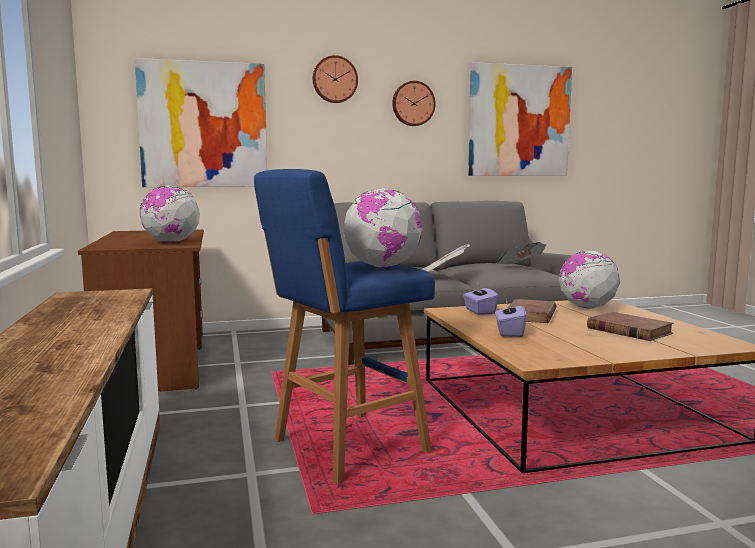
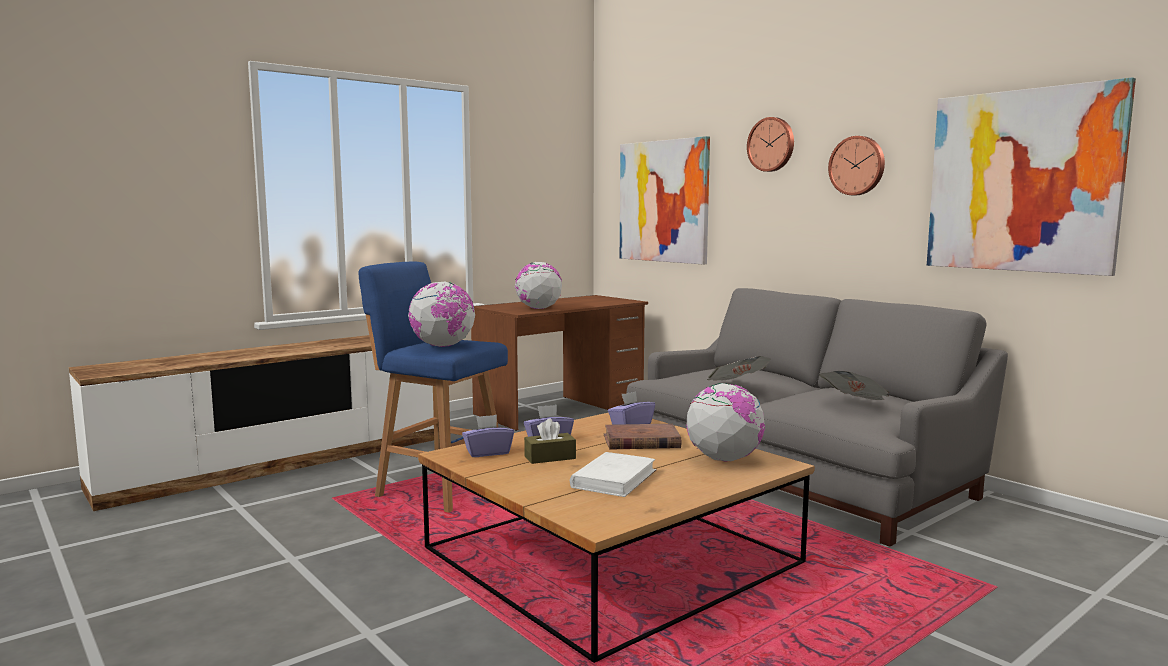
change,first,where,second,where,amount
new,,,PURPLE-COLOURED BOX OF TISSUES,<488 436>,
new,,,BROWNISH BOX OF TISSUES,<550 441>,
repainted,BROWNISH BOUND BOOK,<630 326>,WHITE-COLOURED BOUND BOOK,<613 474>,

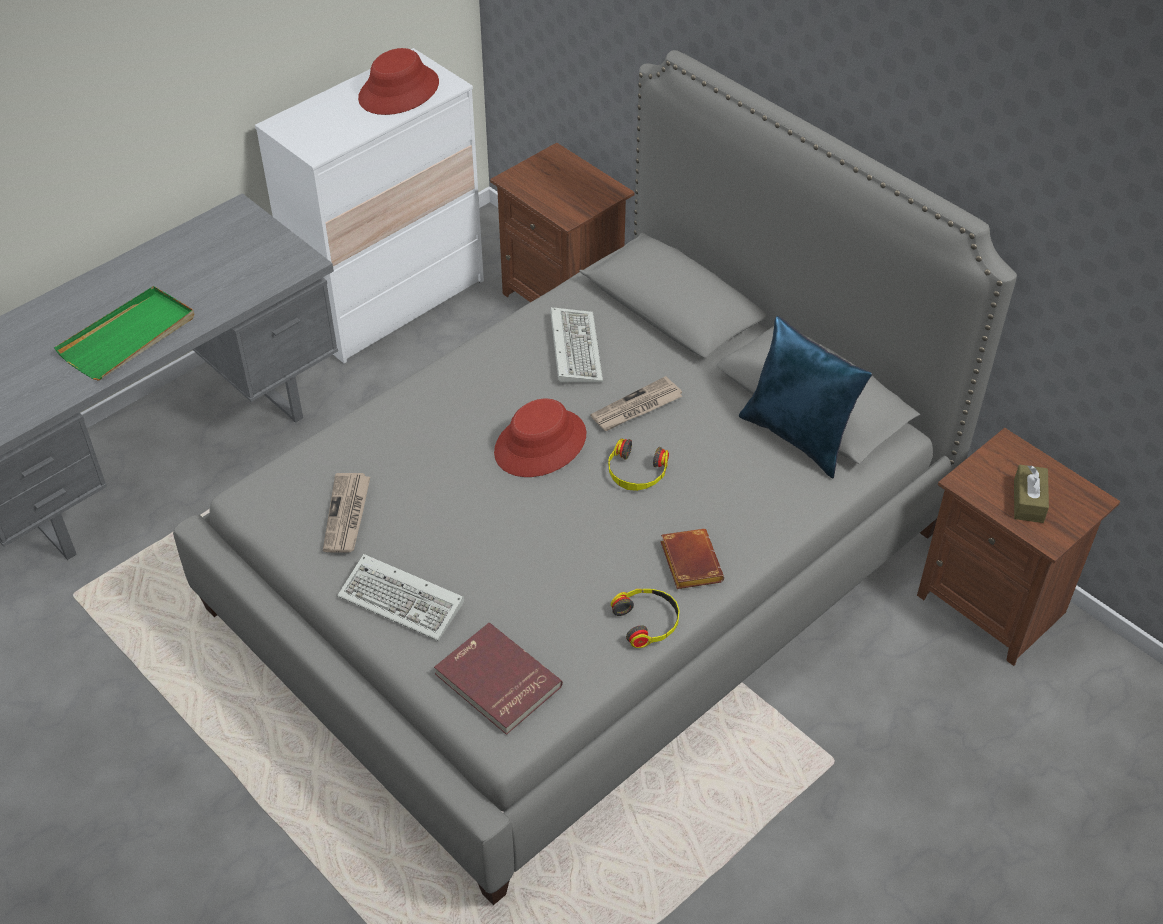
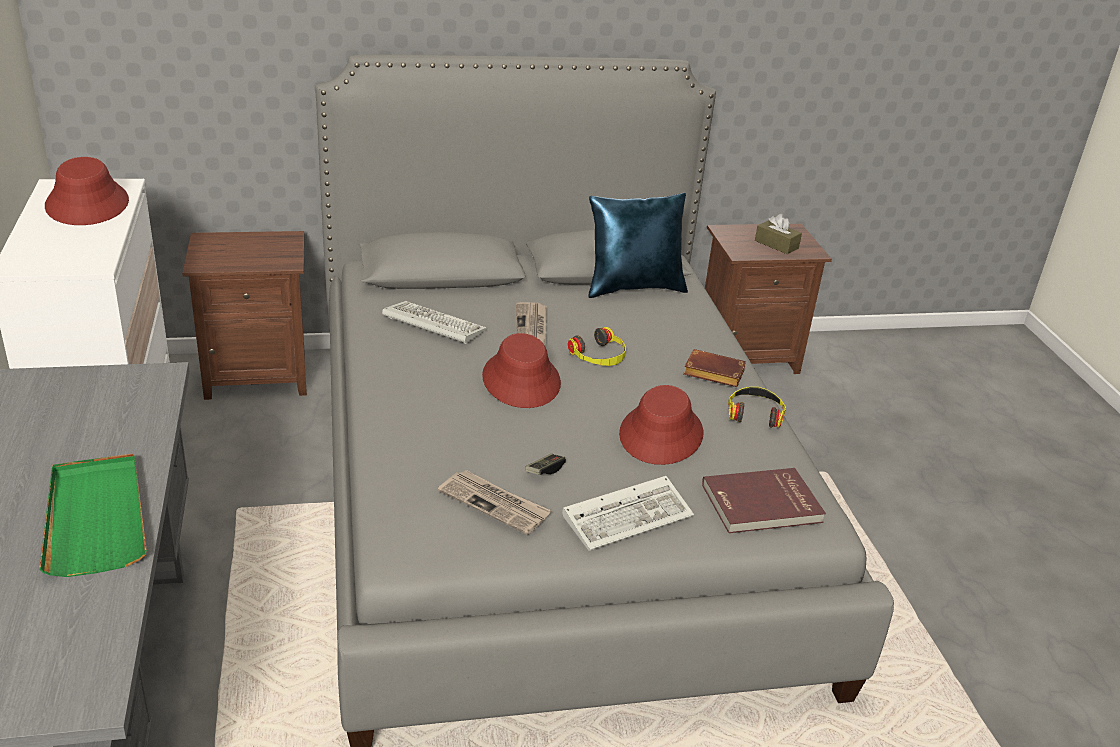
change,first,where,second,where,amount
new,,,JOYPAD,<545 464>,
new,,,RED HAT,<661 425>,

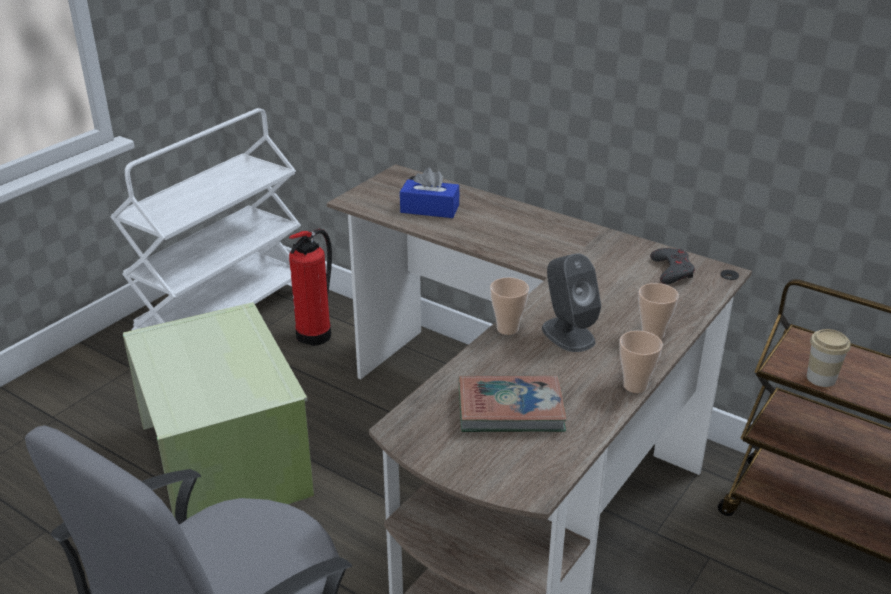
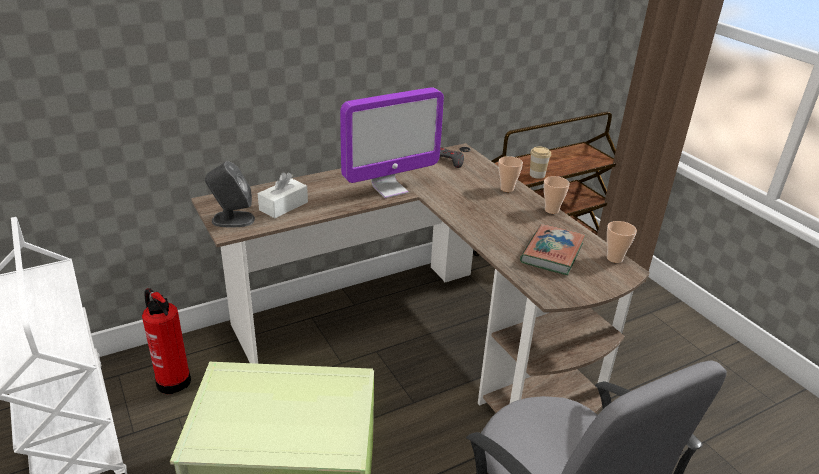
change,first,where,second,where,amount
new,,,COMPUTER SCREEN,<392 142>,
shifted,SMALL CUP,<509 306>,,<622 242>,
shifted,GREYISH AUDIO SPEAKER,<571 302>,,<230 194>,
repainted,BLUISH BOX OF TISSUES,<429 192>,WHITE-COLOURED BOX OF TISSUES,<283 195>,

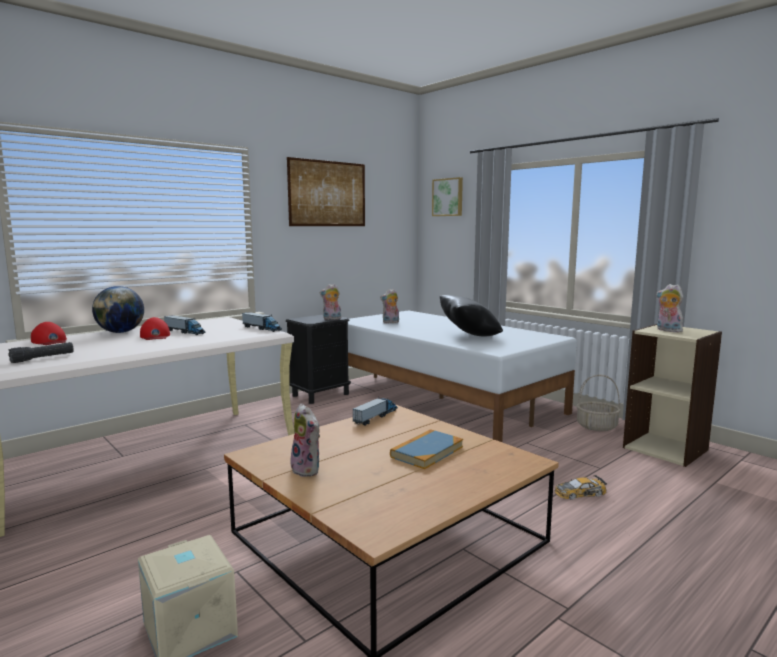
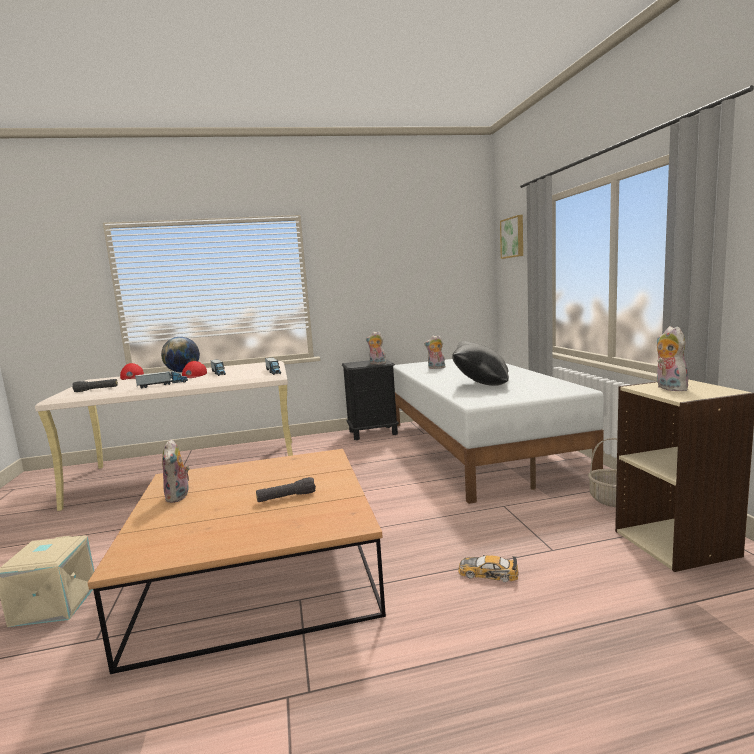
change,first,where,second,where,amount
gone,PICTURE,<326 191>,,,
shifted,MODEL TRUCK,<375 411>,,<161 379>,
swapped,BOUND BOOK,<426 449>,BLACK HAND TORCH,<286 489>,

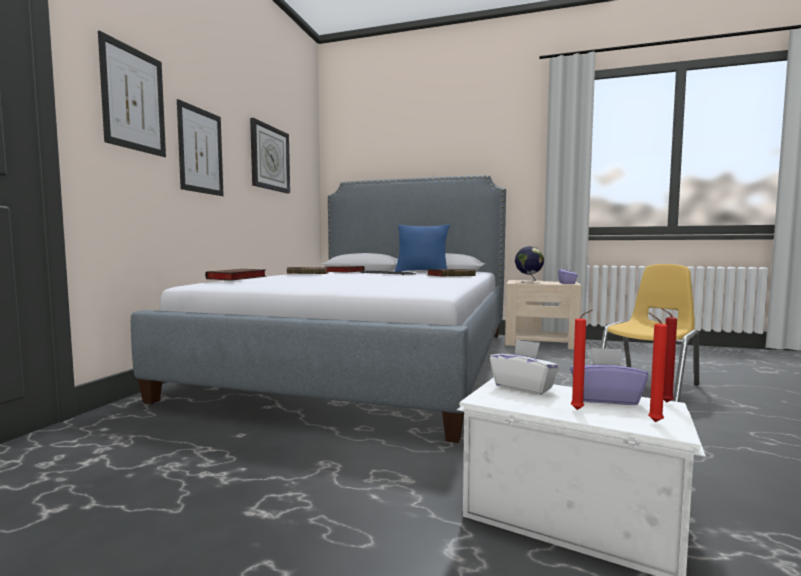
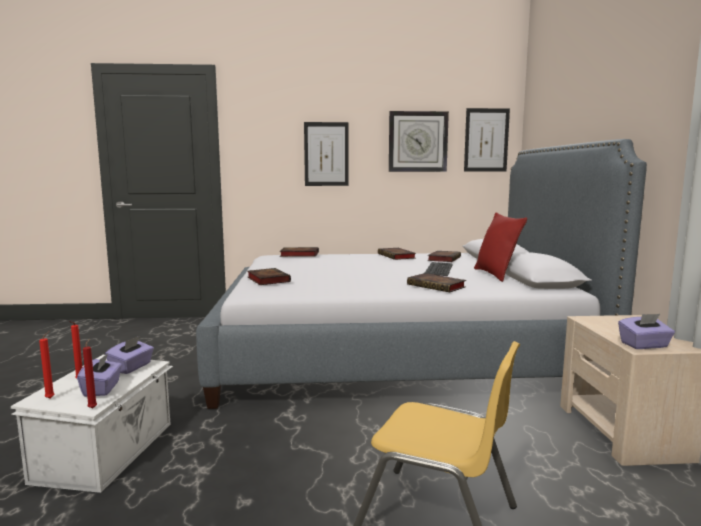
change,first,where,second,where,amount
gone,WORLD GLOBE,<529 264>,,,
new,,,BOUND BOOK,<269 276>,
shifted,PICTURE,<132 94>,,<487 140>,
repainted,BLUISH THROW PILLOW,<422 248>,RED THROW PILLOW,<500 247>,
repainted,WHITE-COLOURED BOX OF TISSUES,<524 367>,PURPLE-COLOURED BOX OF TISSUES,<129 355>,

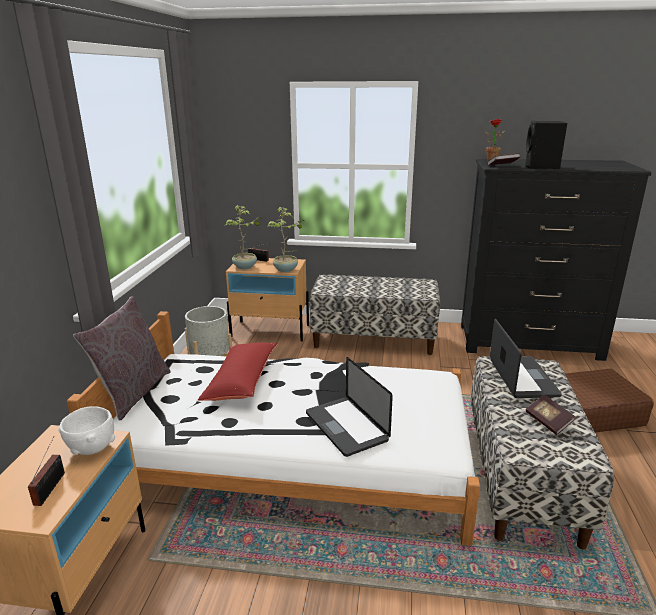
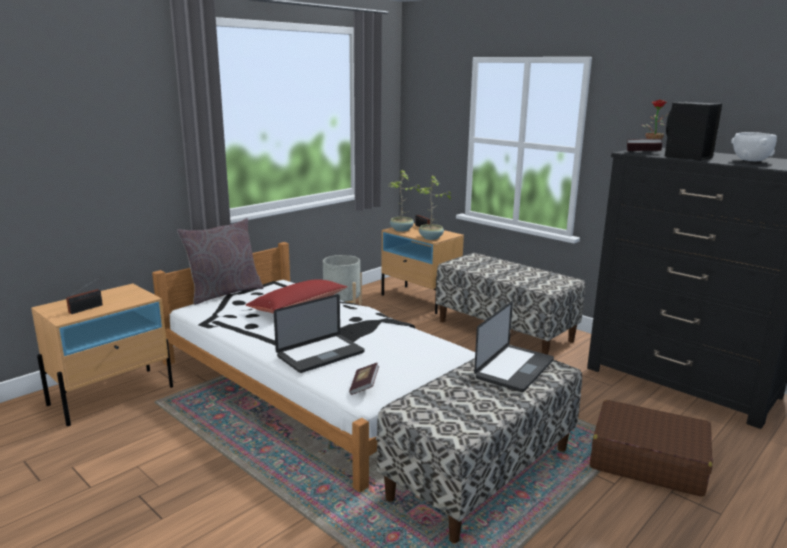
change,first,where,second,where,amount
shifted,WHITE-COLOURED DEEP DISH,<86 430>,,<754 146>,
shifted,BOUND BOOK,<550 415>,,<364 379>,
rotated,NOTEBOOK COMPUTER,<349 407>,,<319 333>,135 degrees counterclockwise

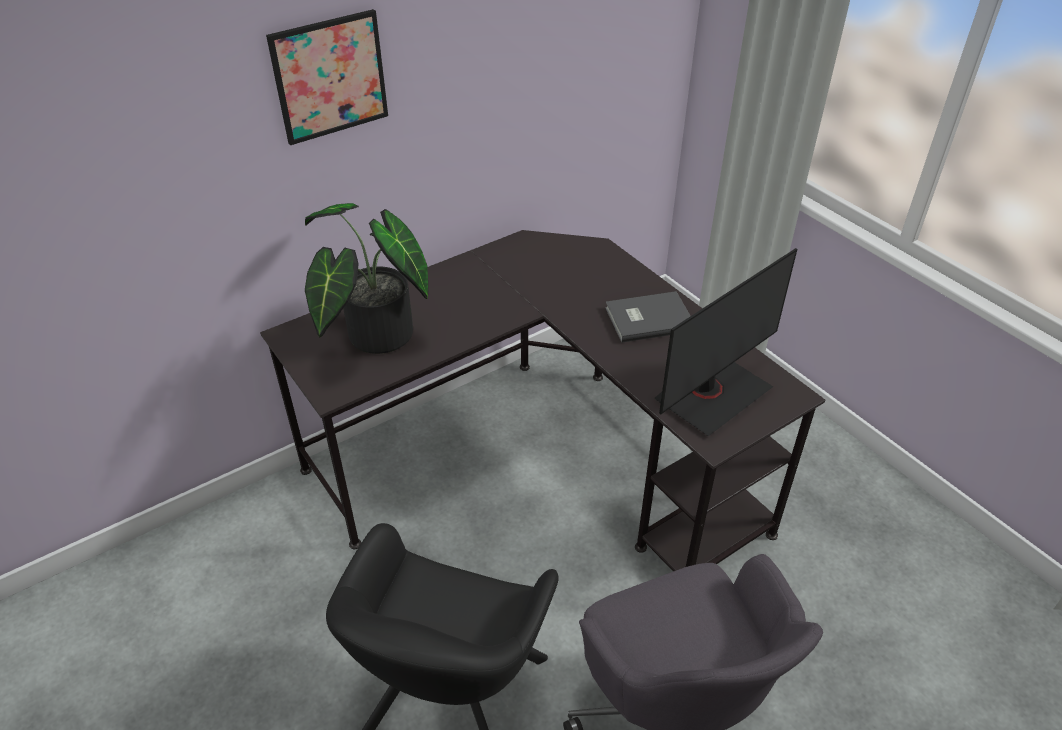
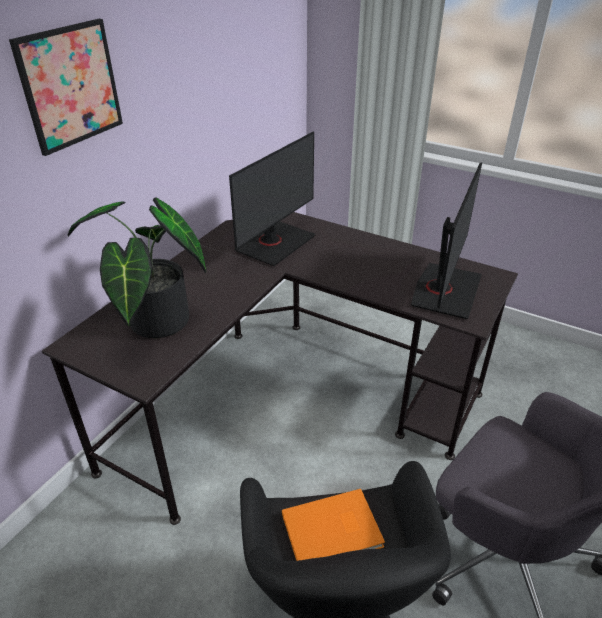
change,first,where,second,where,amount
gone,GREYISH BOUND BOOK,<647 317>,,,
new,,,COMPUTER SCREEN,<272 199>,
new,,,ORANGEY BOUND BOOK,<333 525>,

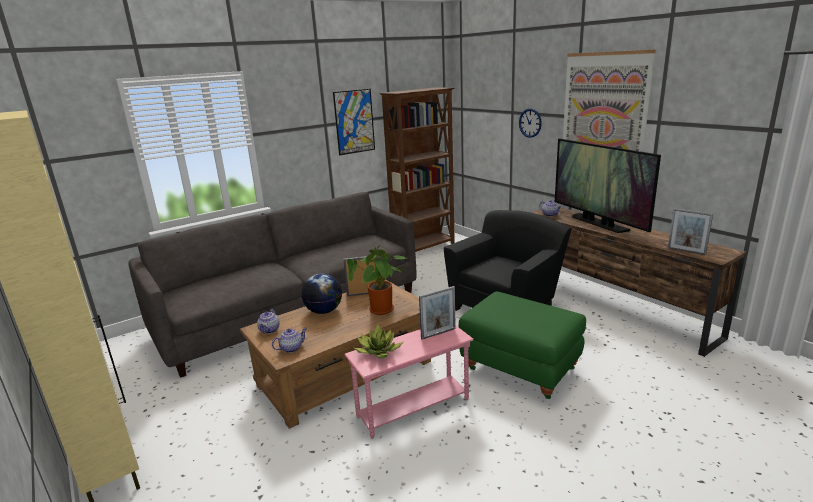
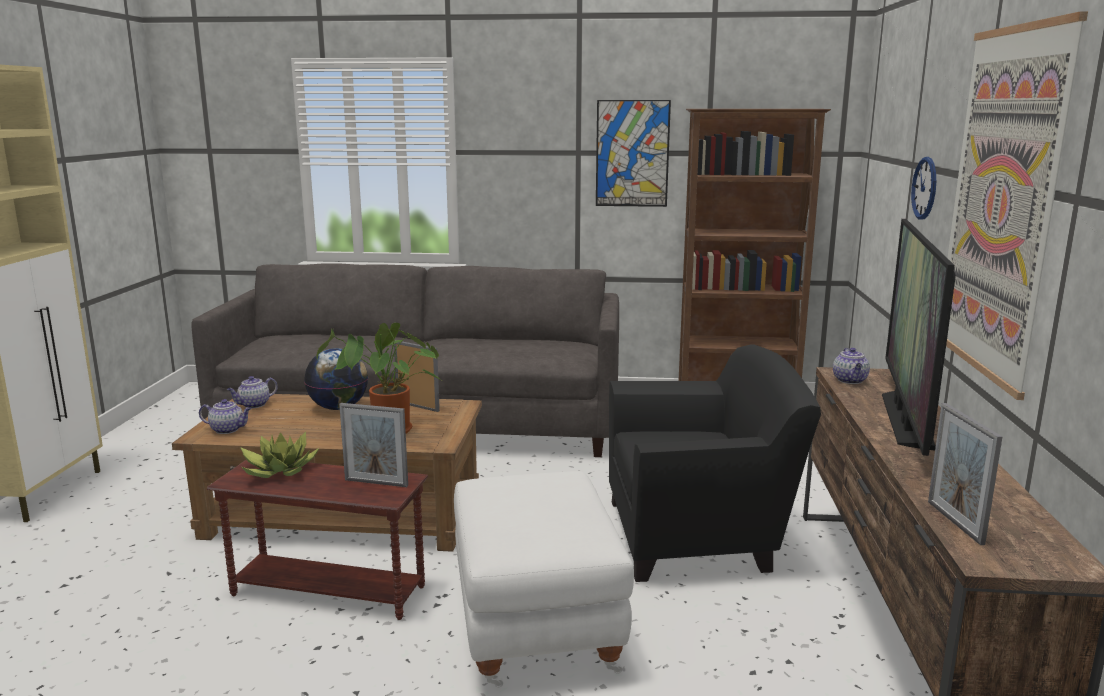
change,first,where,second,where,amount
repainted,PINKISH ACCENT TABLE,<409 382>,BROWNISH ACCENT TABLE,<317 540>,
repainted,GREEN-COLOURED OTTOMAN,<522 345>,WHITE-COLOURED OTTOMAN,<544 579>,

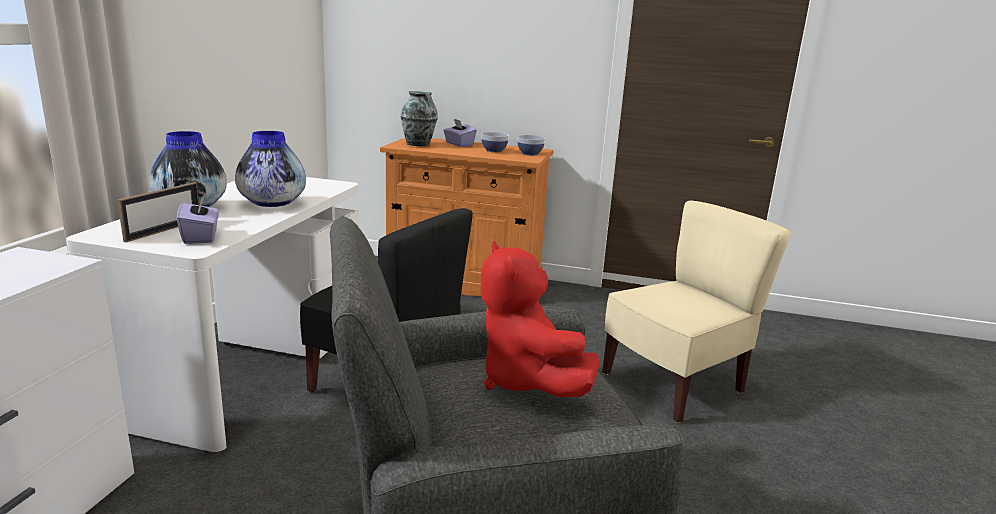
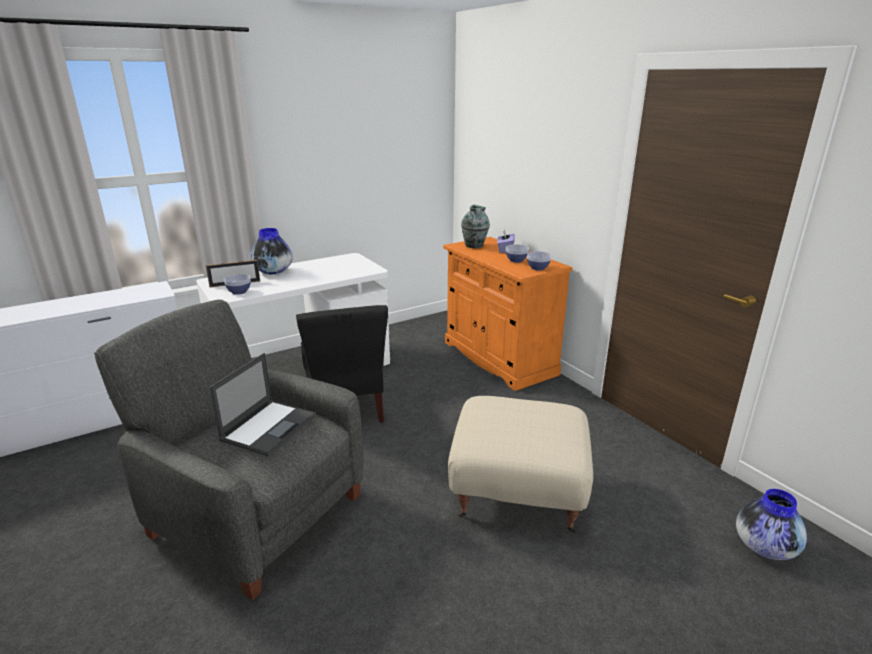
change,first,where,second,where,amount
shifted,DECORATIVE VASE,<270 169>,,<771 524>,
swapped,PURPLE-COLOURED BOX OF TISSUES,<198 219>,DEEP DISH,<237 284>,
swapped,RED PLUSH TOY,<540 319>,NOTEBOOK COMPUTER,<262 405>,
swapped,SAND-COLOURED UPRIGHT CHAIR,<696 312>,SAND-COLOURED OTTOMAN,<520 464>,

